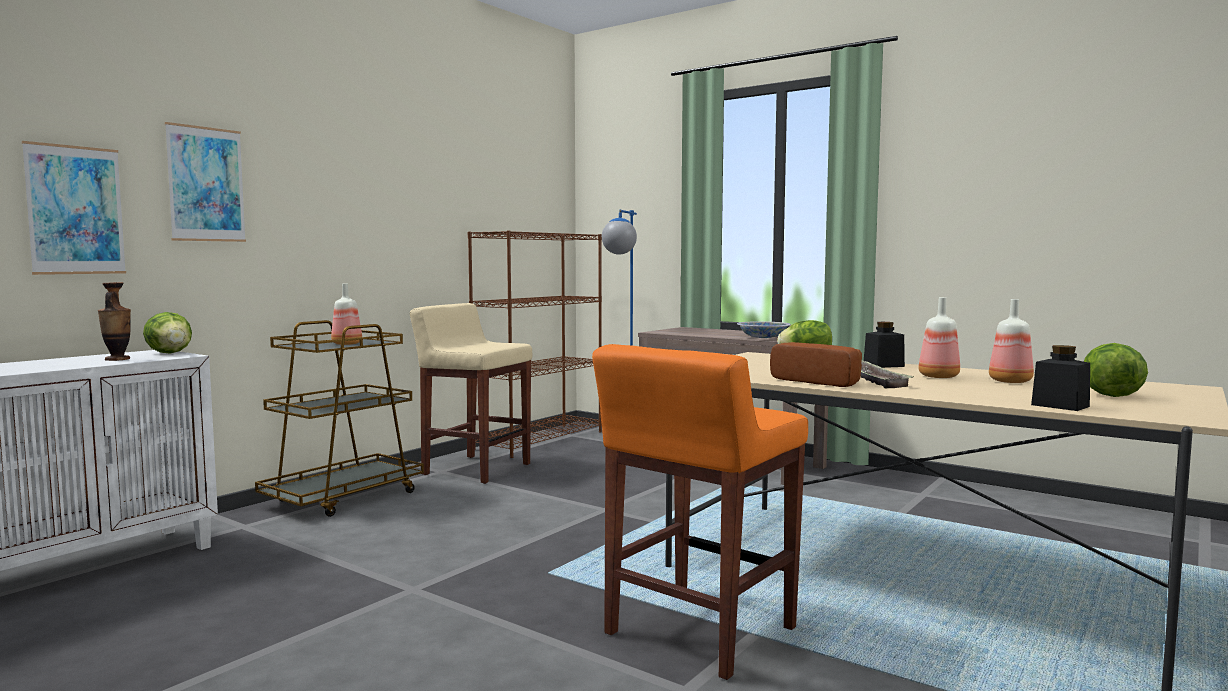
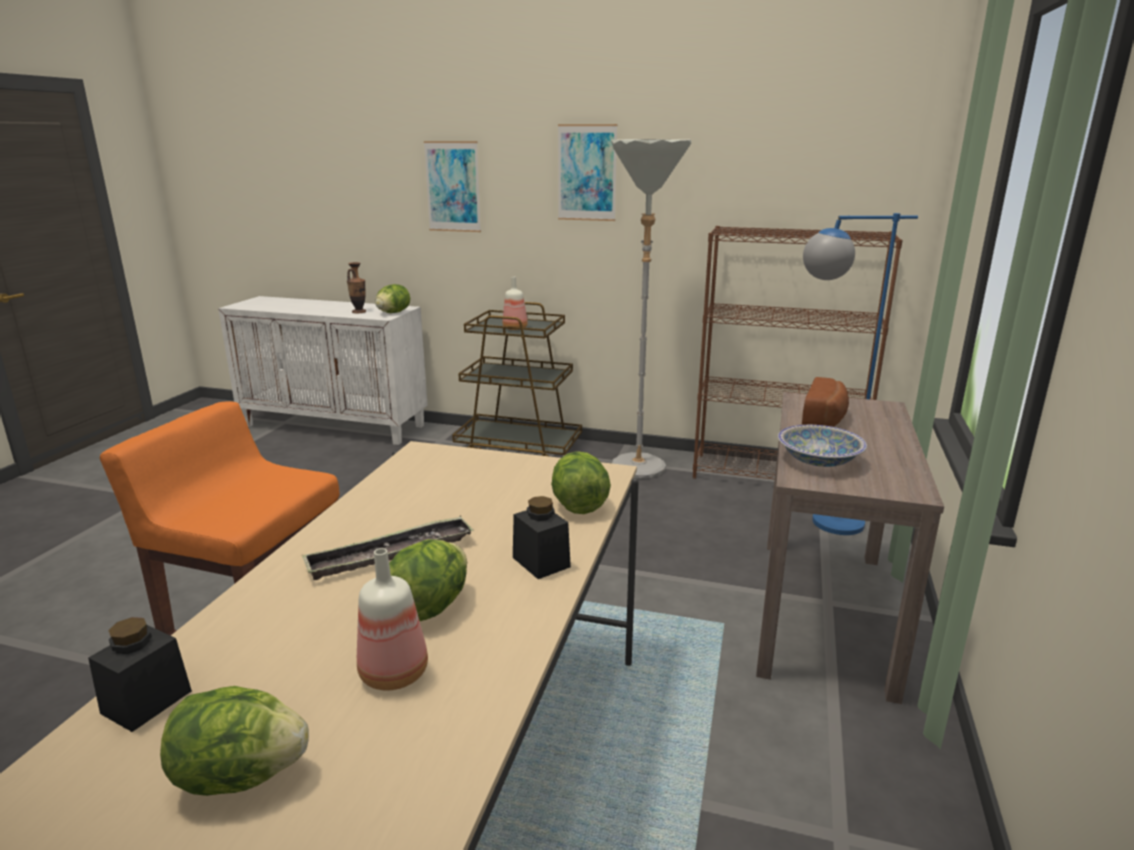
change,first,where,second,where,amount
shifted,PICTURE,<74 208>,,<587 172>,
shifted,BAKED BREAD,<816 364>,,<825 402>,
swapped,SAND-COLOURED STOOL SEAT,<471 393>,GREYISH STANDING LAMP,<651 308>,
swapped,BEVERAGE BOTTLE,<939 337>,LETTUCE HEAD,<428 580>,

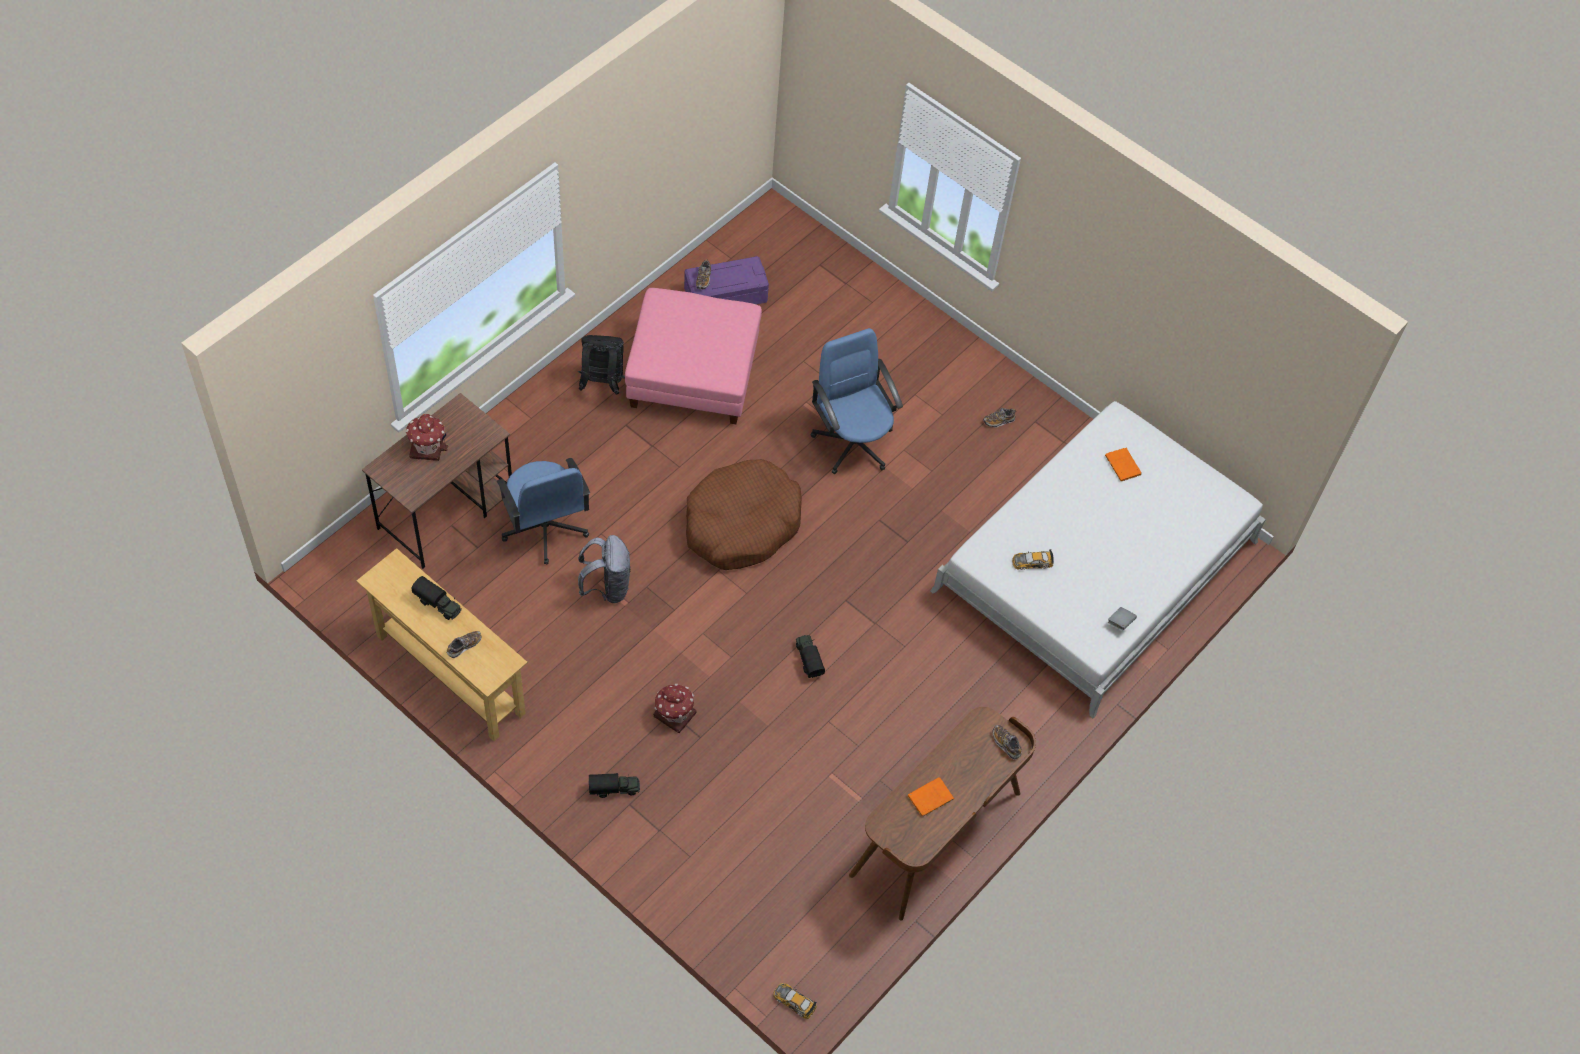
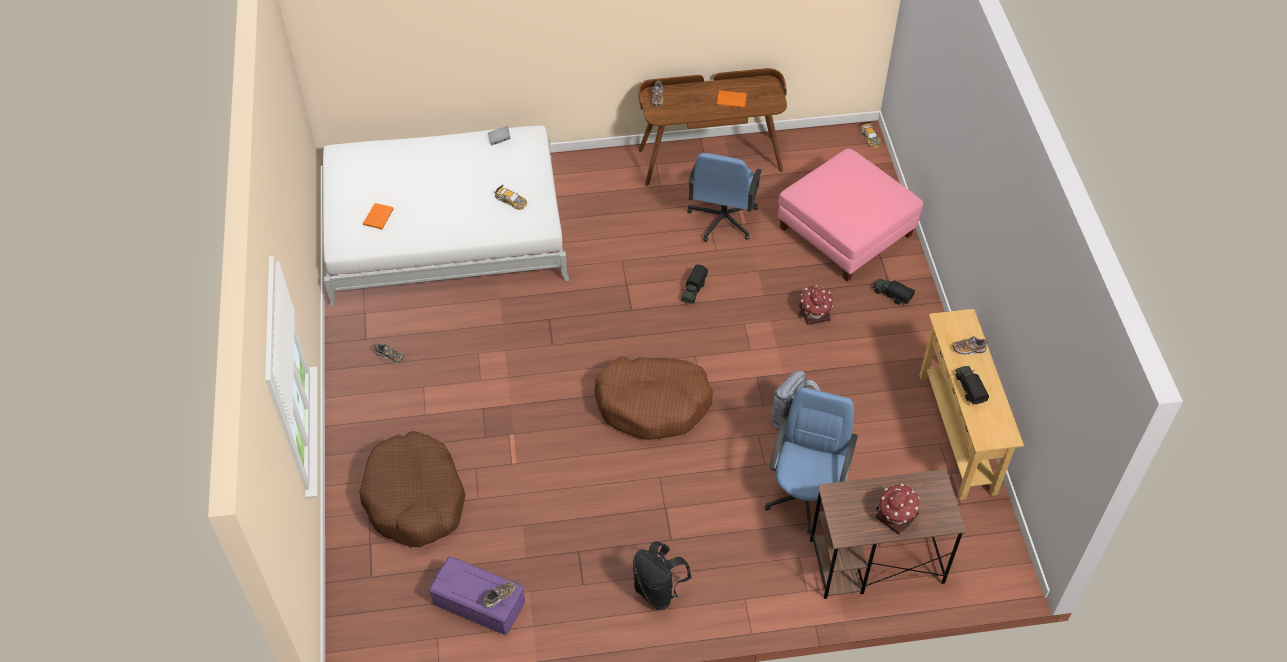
change,first,where,second,where,amount
new,,,BROWNISH PET BED,<412 489>,
shifted,PINKISH OTTOMAN,<693 356>,,<851 214>,
shifted,BLUISH DESK CHAIR,<857 401>,,<724 197>,

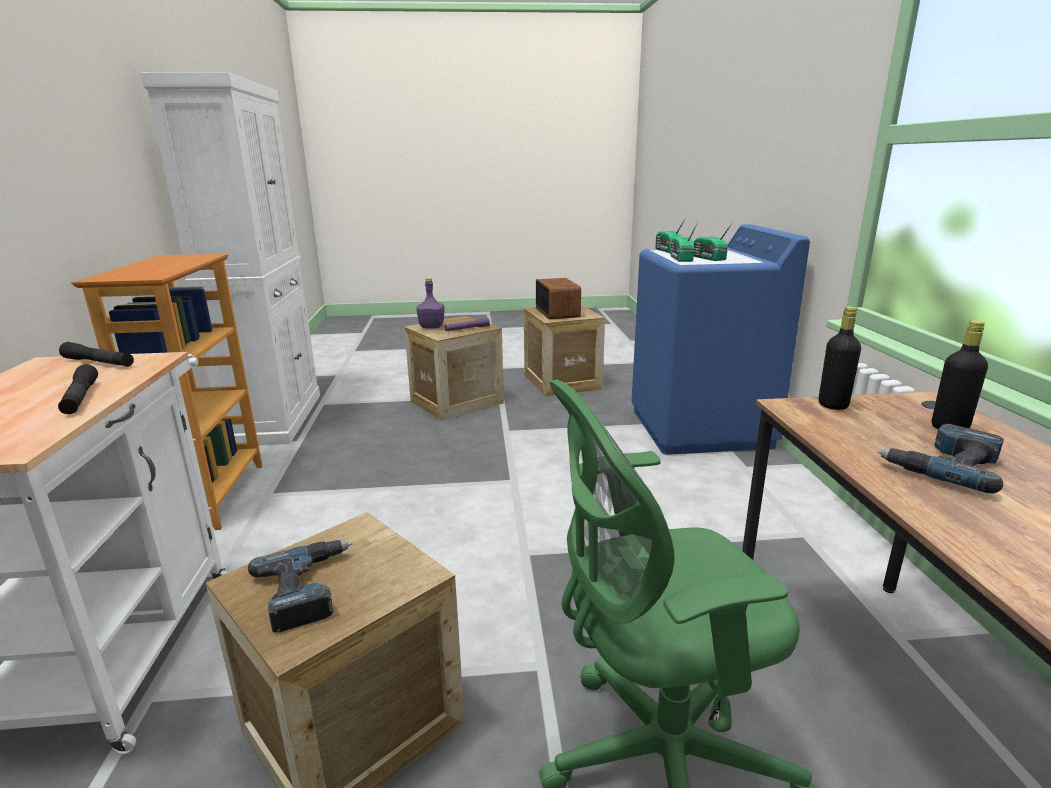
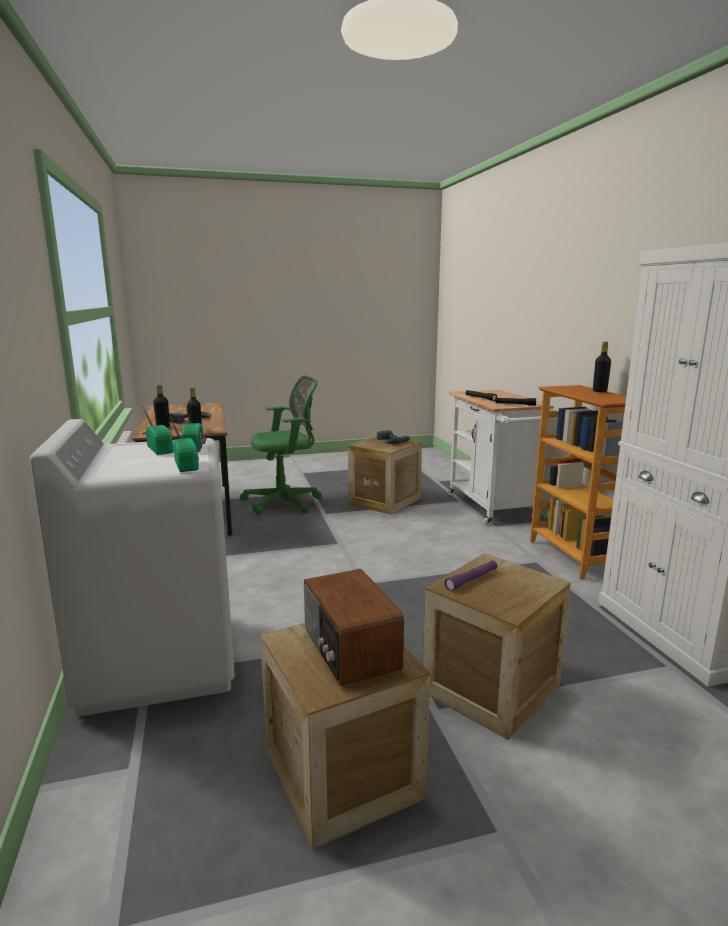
change,first,where,second,where,amount
gone,PURPLE-COLOURED BEVERAGE BOTTLE,<431 303>,,,
new,,,BLACK BEVERAGE BOTTLE,<602 367>,
repainted,BLUISH LAUNDRY APPLIANCE,<721 339>,WHITE-COLOURED LAUNDRY APPLIANCE,<132 568>,

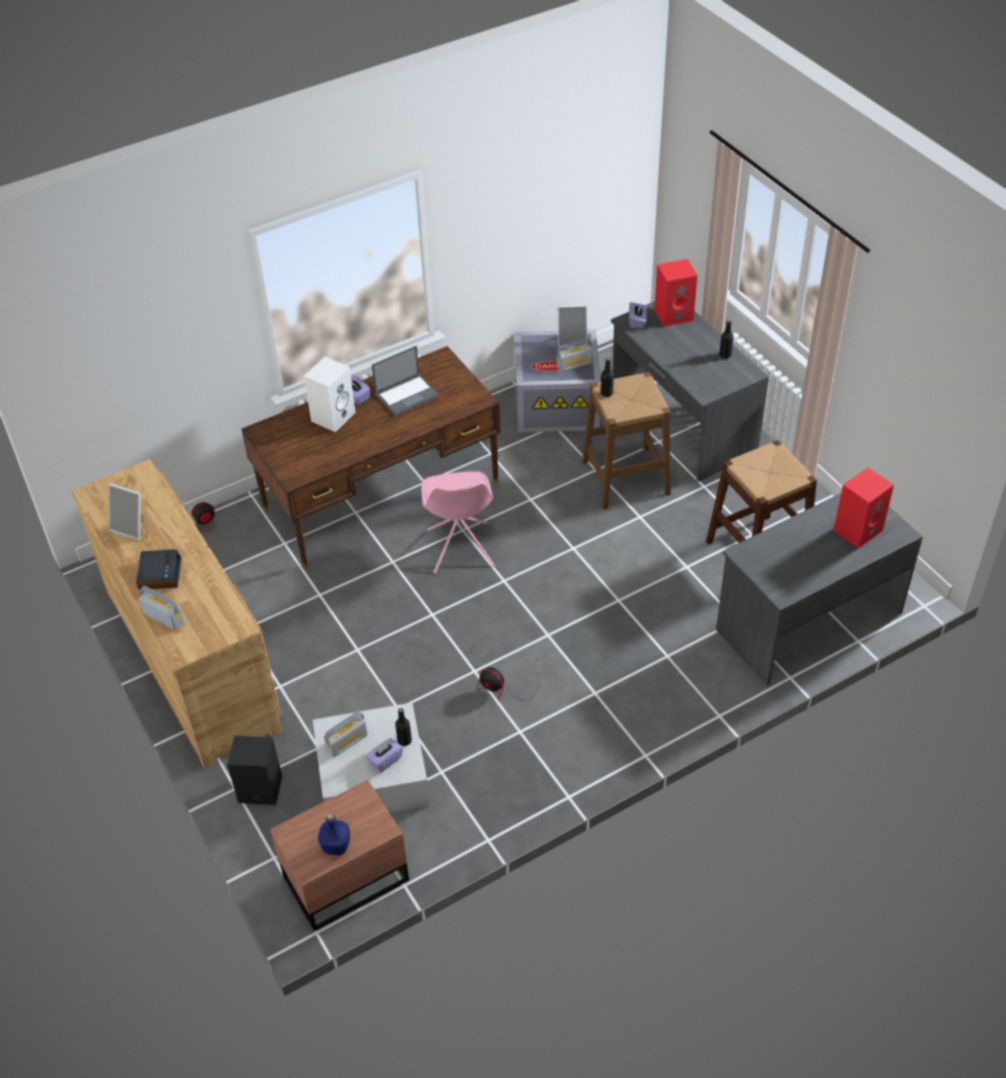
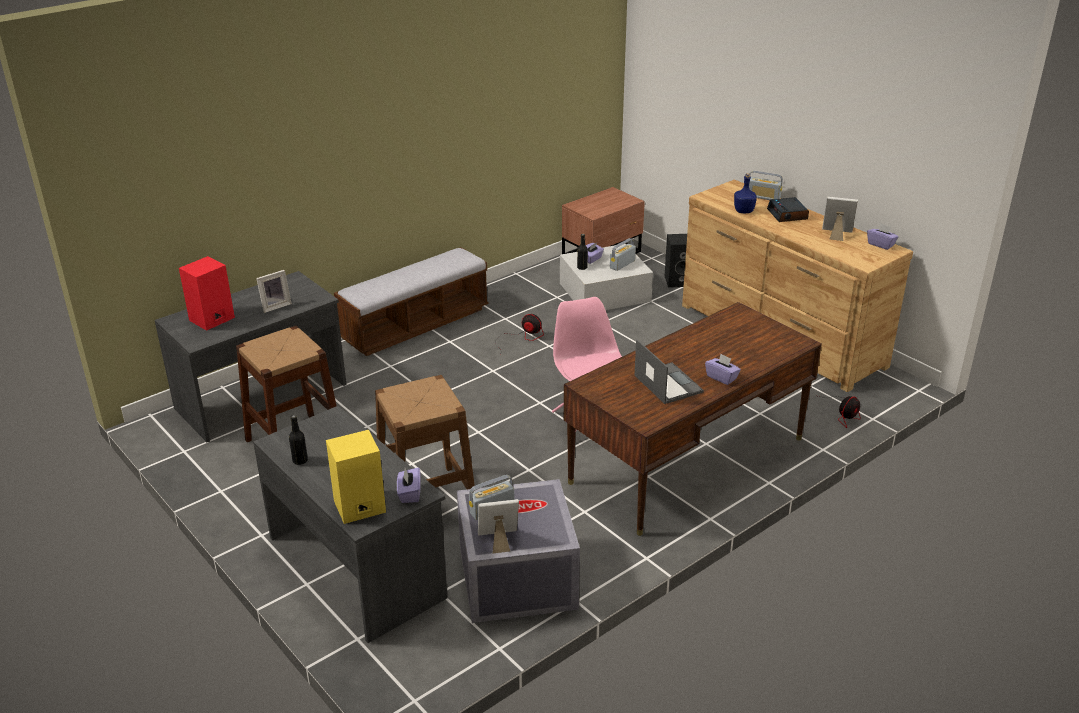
change,first,where,second,where,amount
gone,WHITE-COLOURED AUDIO SPEAKER,<330 394>,,,
gone,BLACK BEVERAGE BOTTLE,<607 377>,,,
new,,,PHOTO FRAME,<274 291>,
new,,,INDOOR BENCH,<411 301>,
new,,,PURPLE-COLOURED BOX OF TISSUES,<883 236>,
shifted,BLUISH BEVERAGE BOTTLE,<334 834>,,<745 193>,
repainted,RED AUDIO SPEAKER,<676 293>,YELLOW-COLOURED AUDIO SPEAKER,<356 477>,
rotated,NOTEBOOK COMPUTER,<405 381>,,<669 371>,105 degrees clockwise

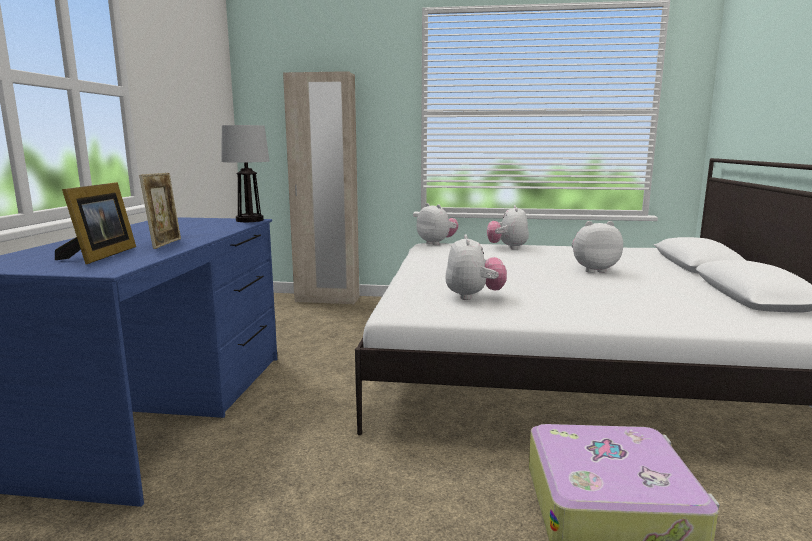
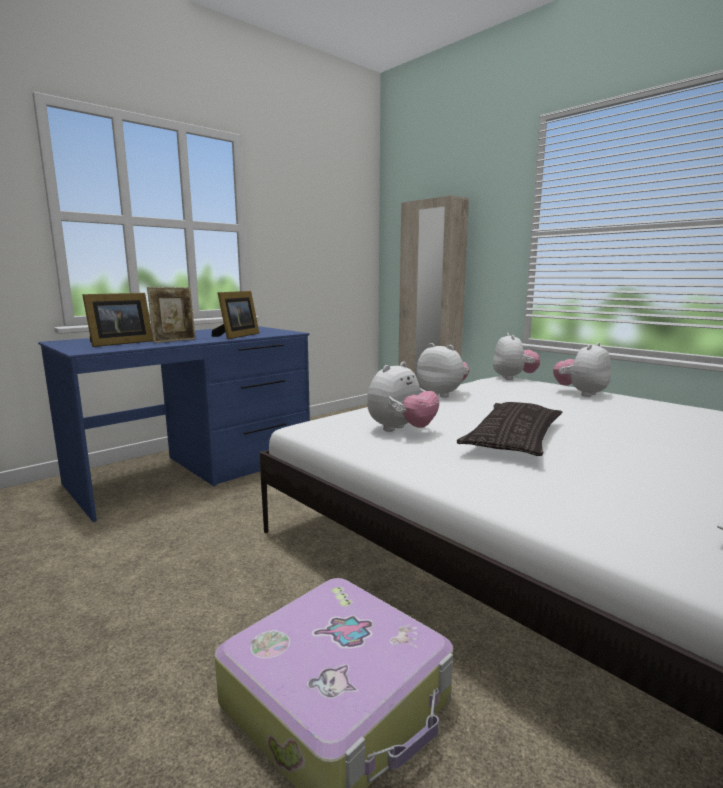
change,first,where,second,where,amount
gone,LAMP FOR A TABLE,<245 173>,,,
new,,,PHOTO FRAME,<235 315>,
new,,,THROW PILLOW,<509 429>,
shifted,PLUSH TOY,<597 247>,,<443 370>,

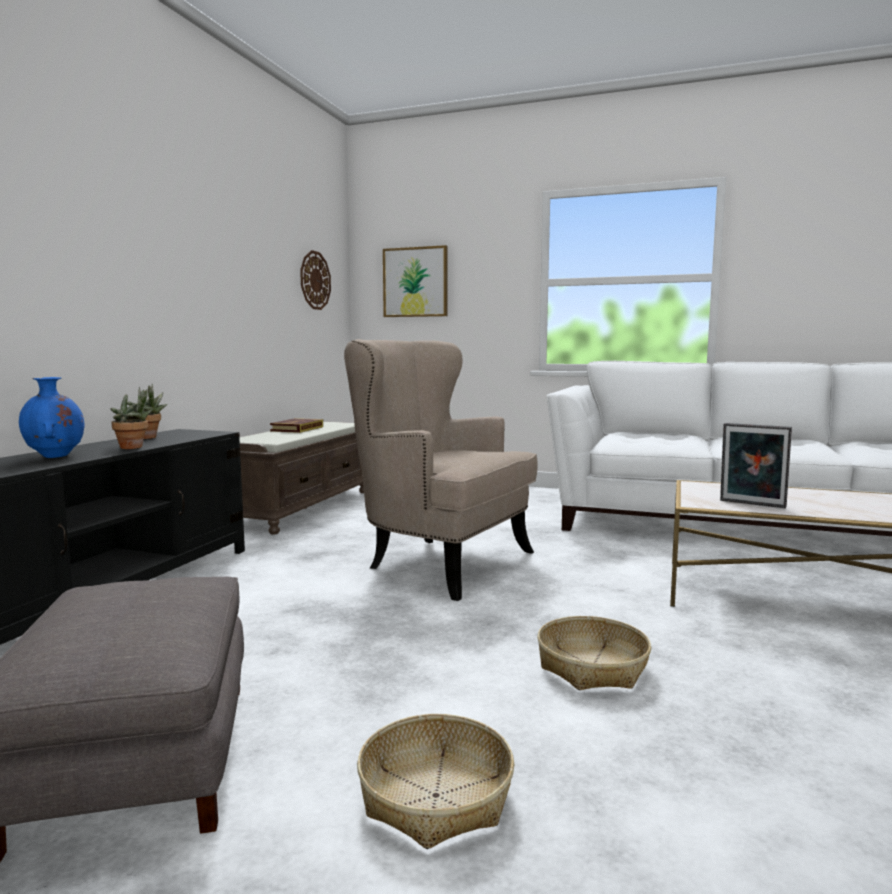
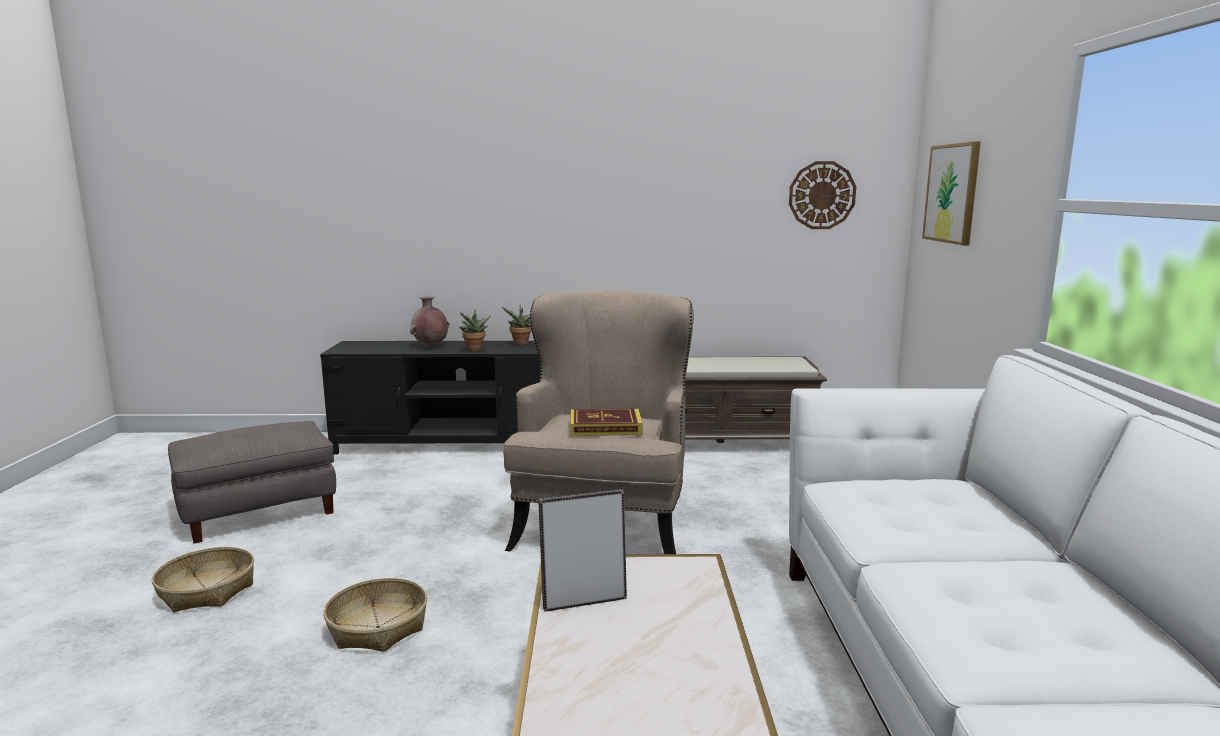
change,first,where,second,where,amount
shifted,BOUND BOOK,<296 425>,,<606 422>,
repainted,BLUISH DECORATIVE VASE,<51 417>,BROWNISH DECORATIVE VASE,<429 322>,
rotated,PHOTO FRAME,<756 465>,,<582 550>,60 degrees clockwise

